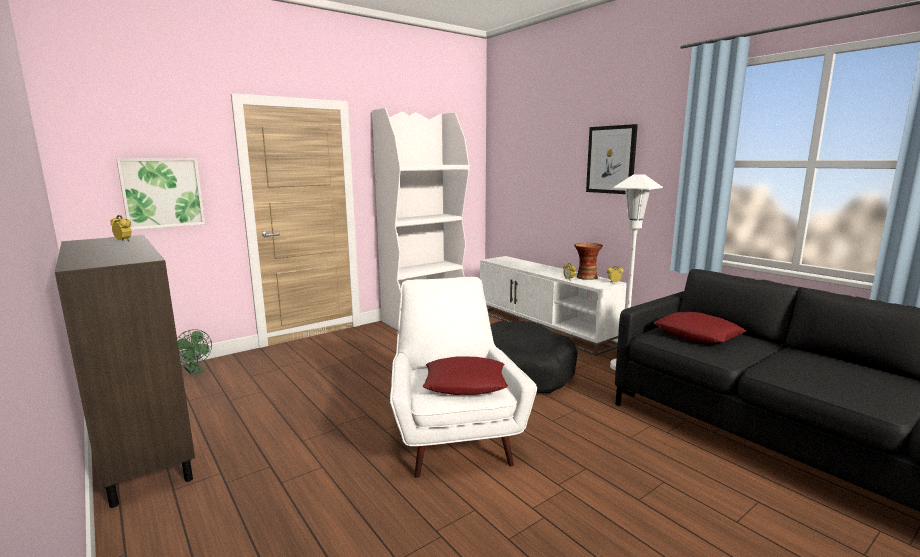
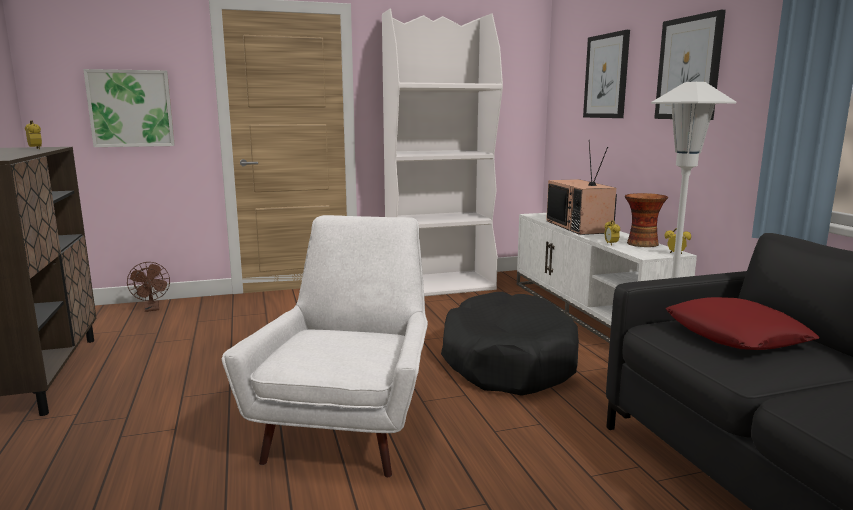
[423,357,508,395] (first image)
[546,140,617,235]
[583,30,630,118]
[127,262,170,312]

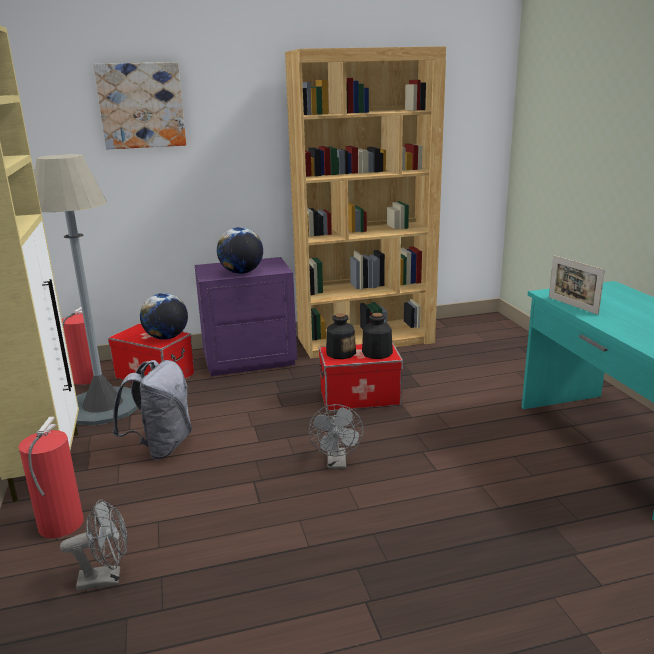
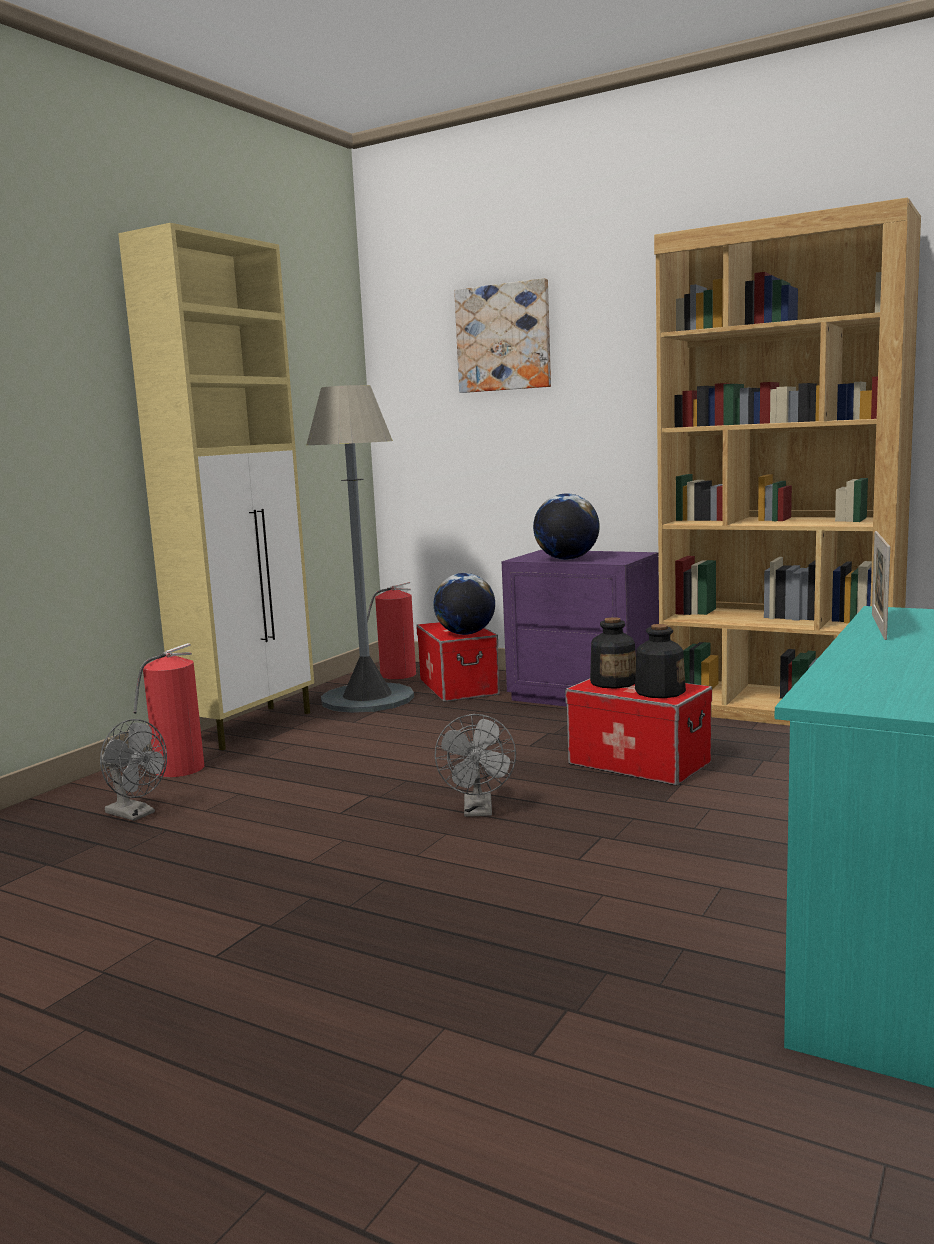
[113,360,192,460] (first image)
[435,714,516,817]

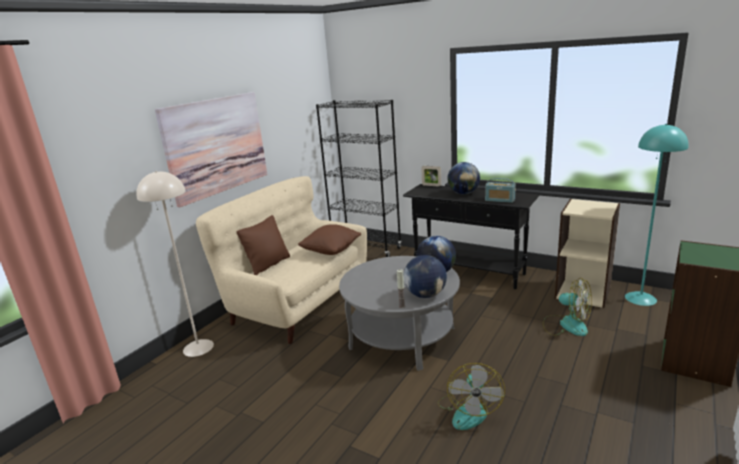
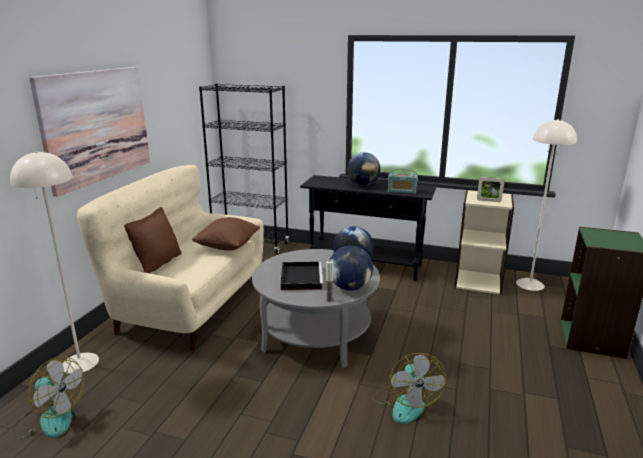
[281,262,323,290]
[477,177,504,202]
[11,356,85,440]
[516,119,577,291]

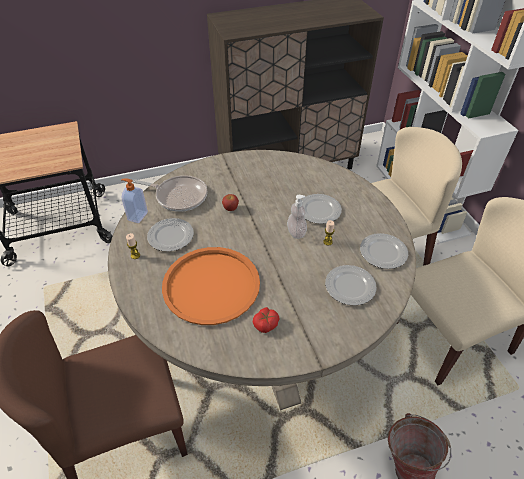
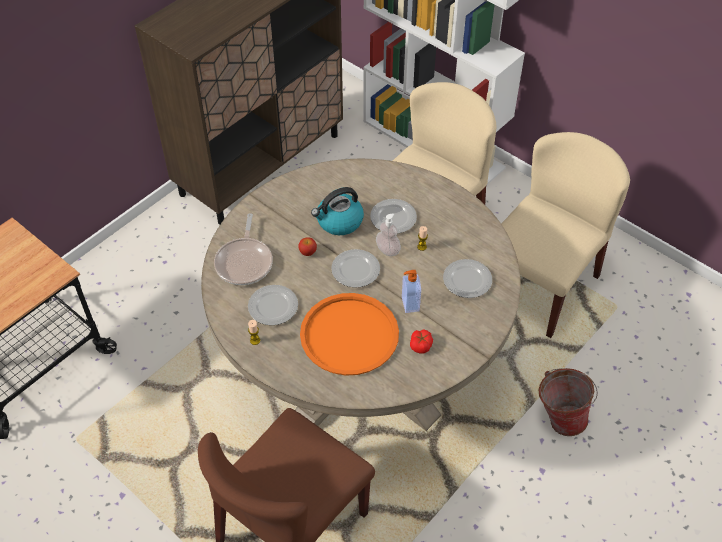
[311,187,364,235]
[402,270,421,313]
[331,249,380,288]
[214,213,273,285]

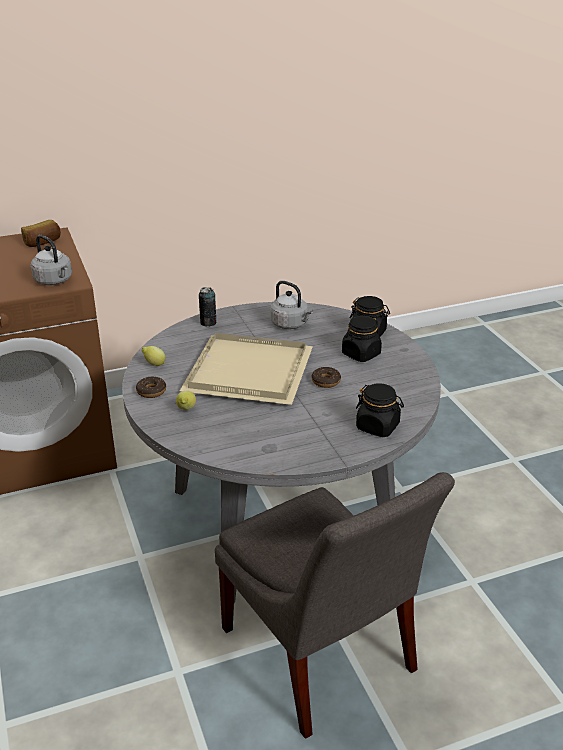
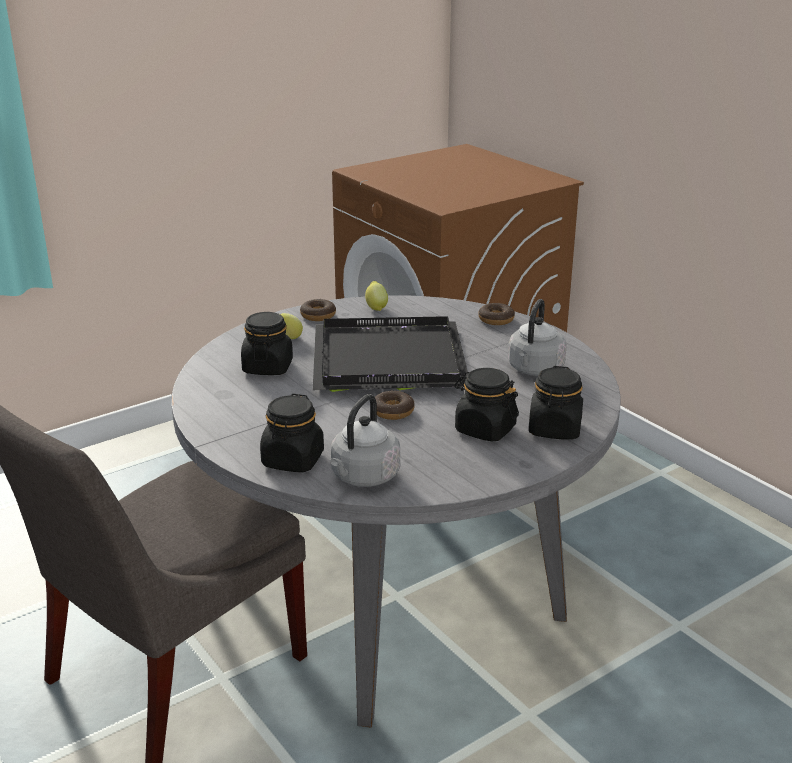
[21,220,61,247] (first image)
[241,312,293,375]
[330,394,400,487]
[478,303,515,325]
[313,316,468,392]

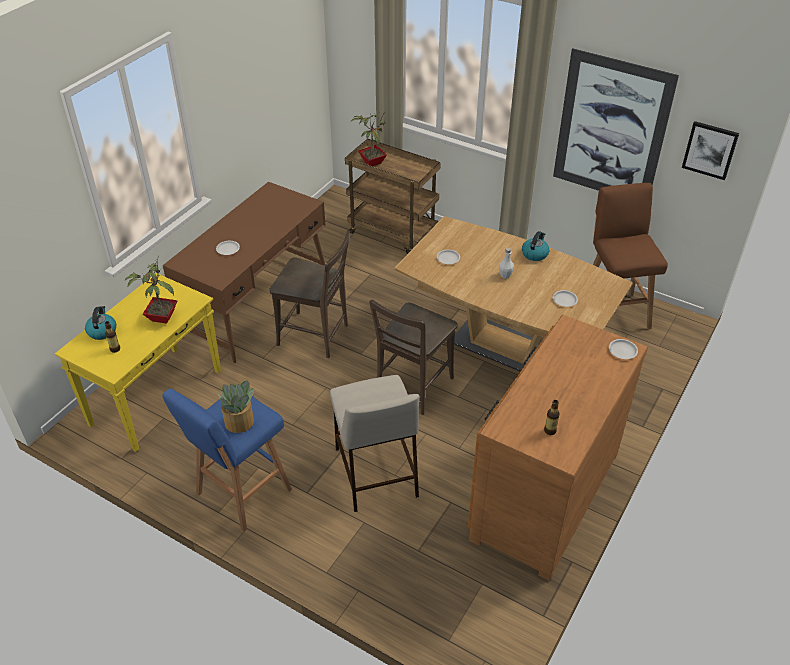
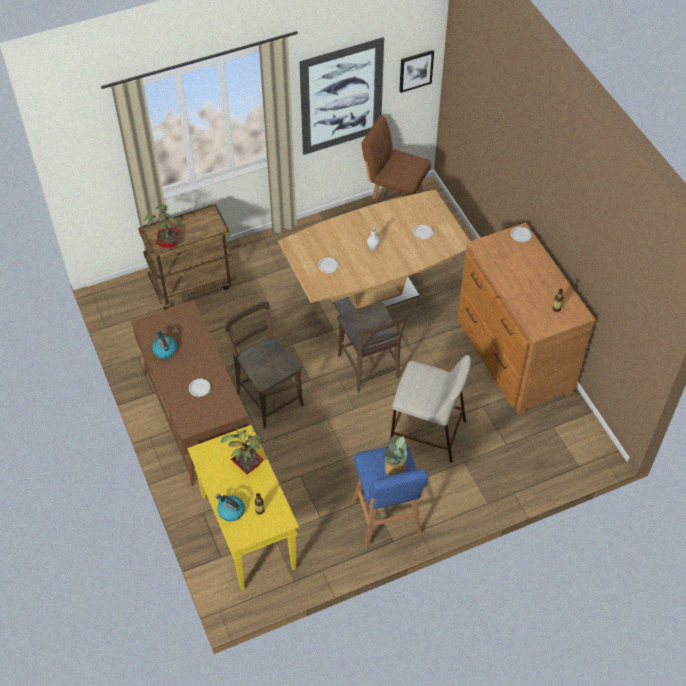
[152,331,177,359]
[224,301,304,429]

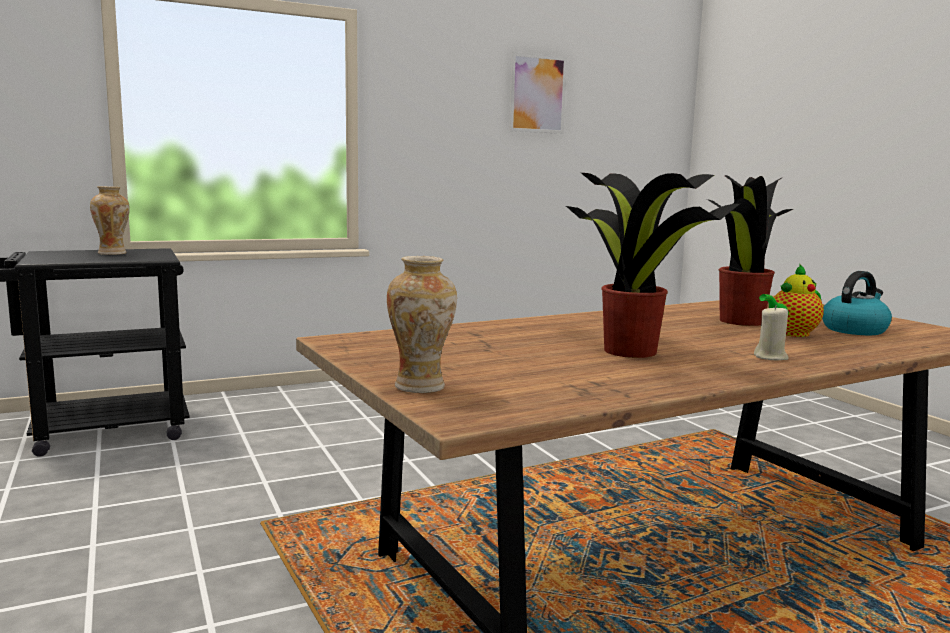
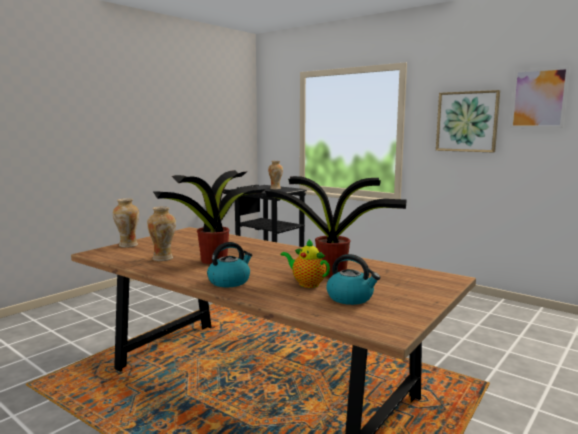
[147,207,176,261]
[436,90,500,153]
[207,242,252,287]

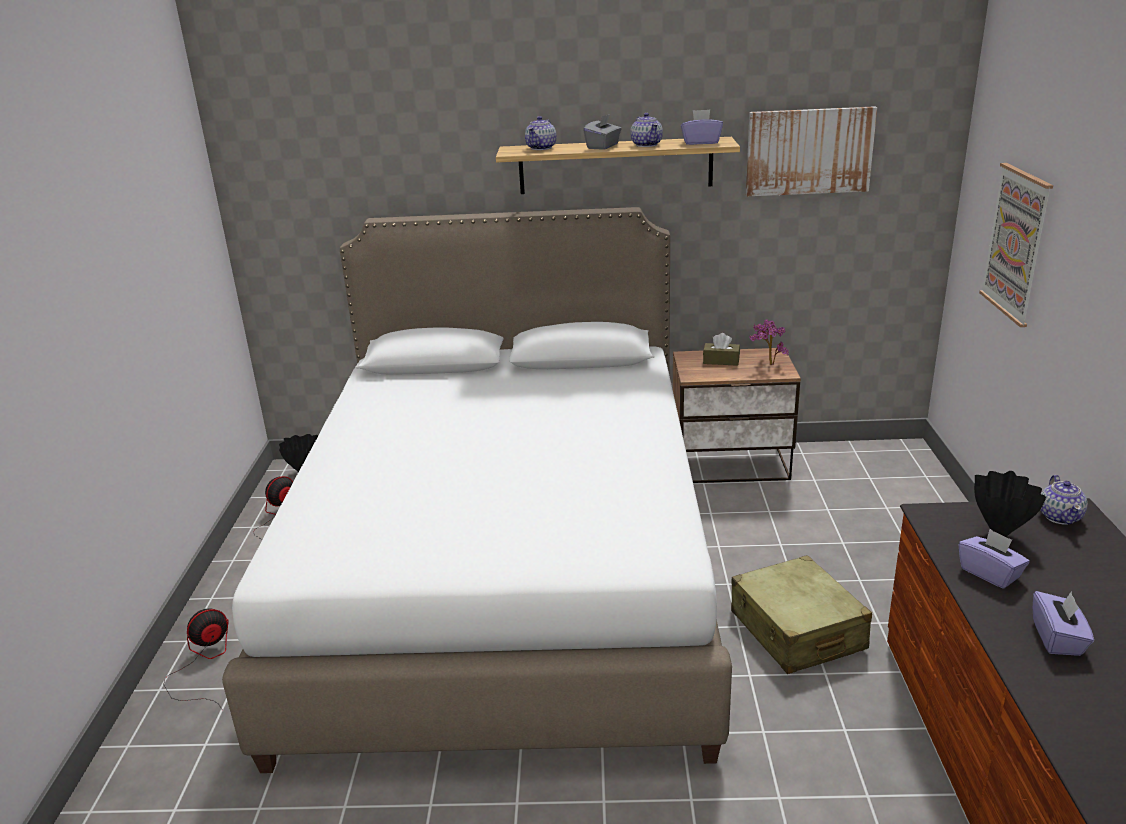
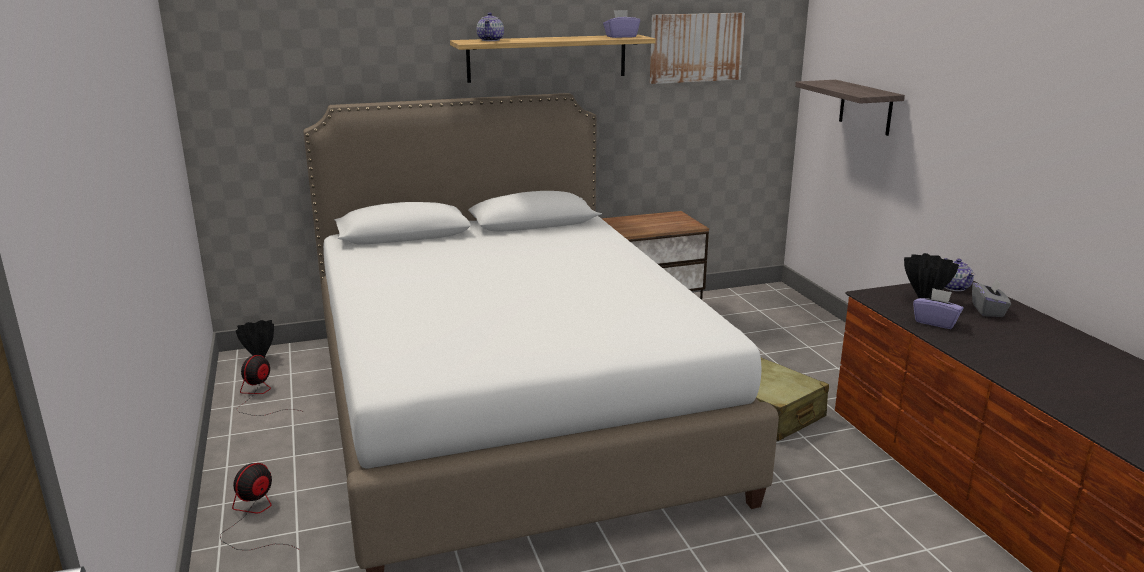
[630,113,663,147] (first image)
[703,333,740,366] (first image)
[749,319,789,365] (first image)
[1033,591,1094,656] (first image)
[972,278,1011,317]
[795,80,905,136]

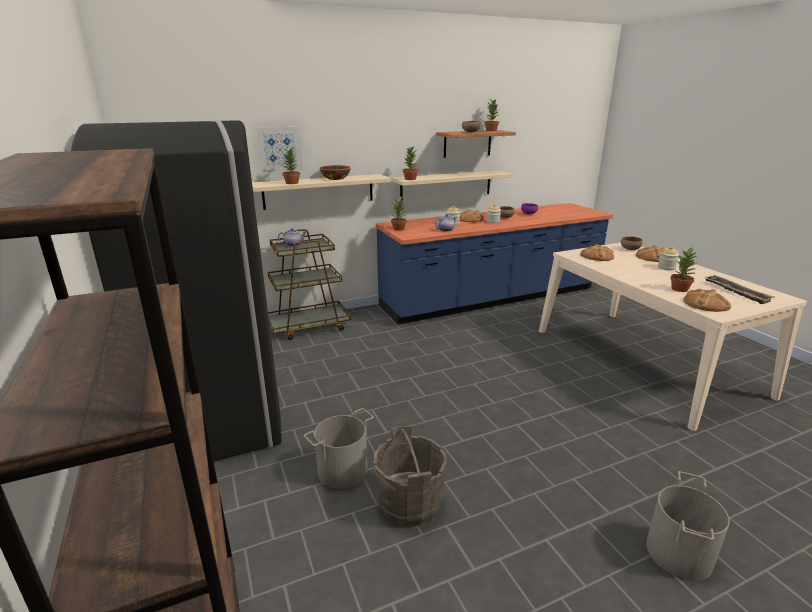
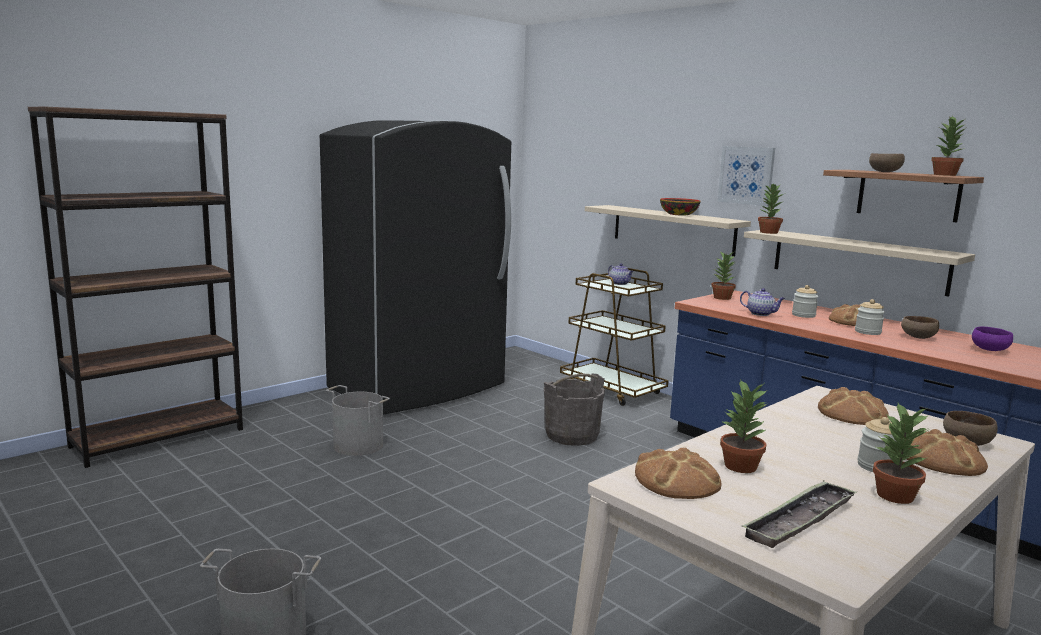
[718,146,775,206]
[873,403,929,504]
[544,374,605,446]

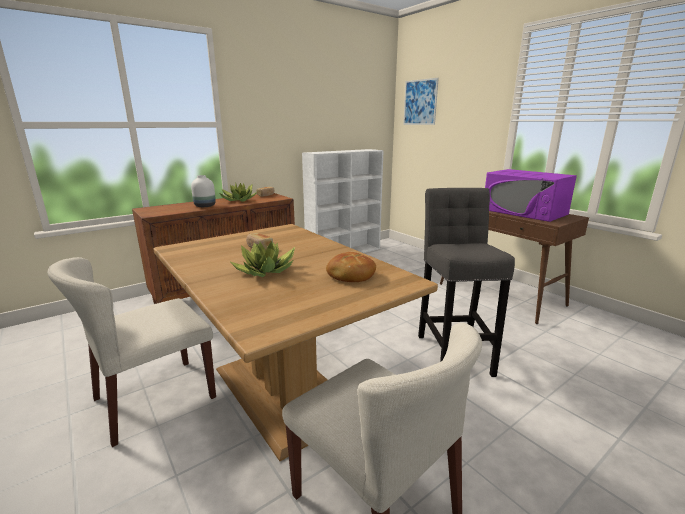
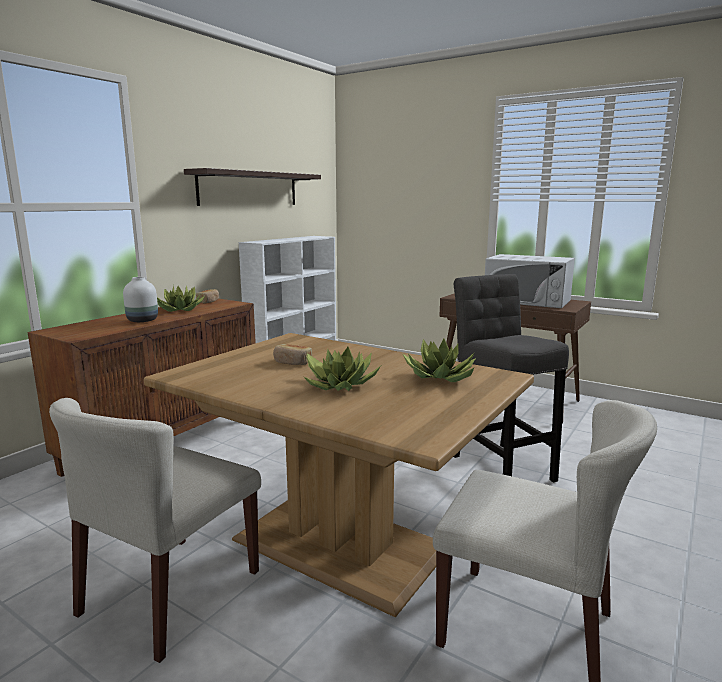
[403,78,439,125] (first image)
[184,168,321,206]
[403,339,476,382]
[485,254,575,308]

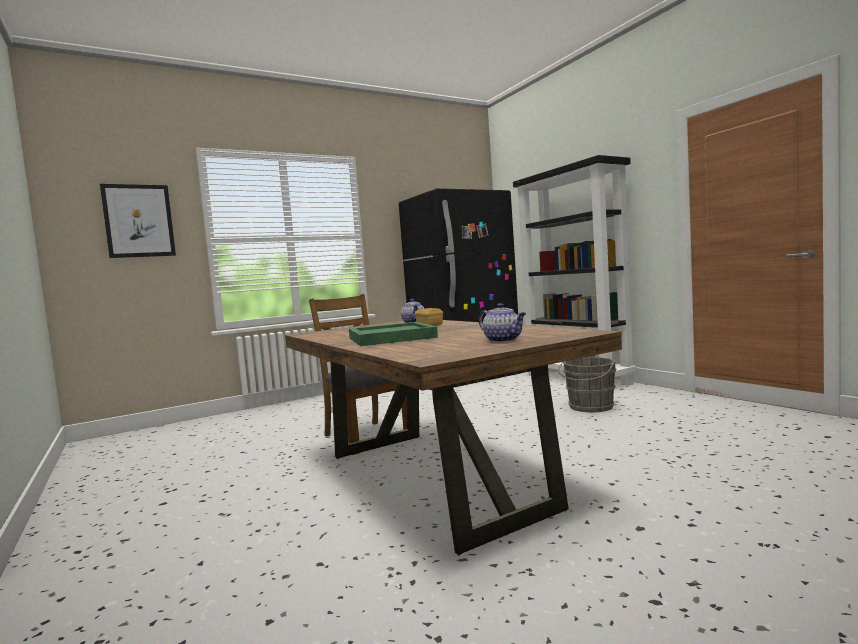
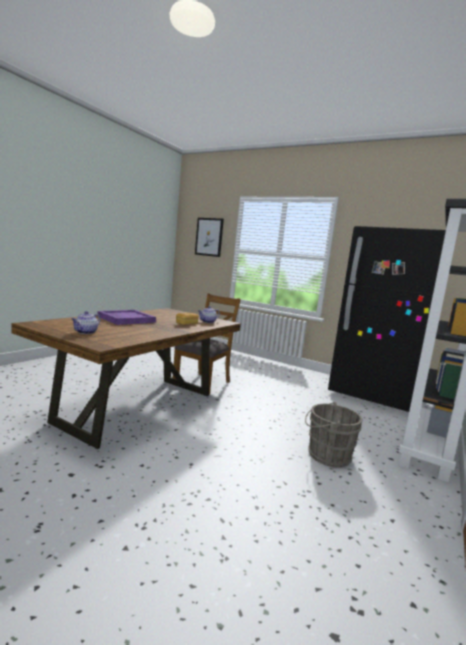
[97,310,156,325]

